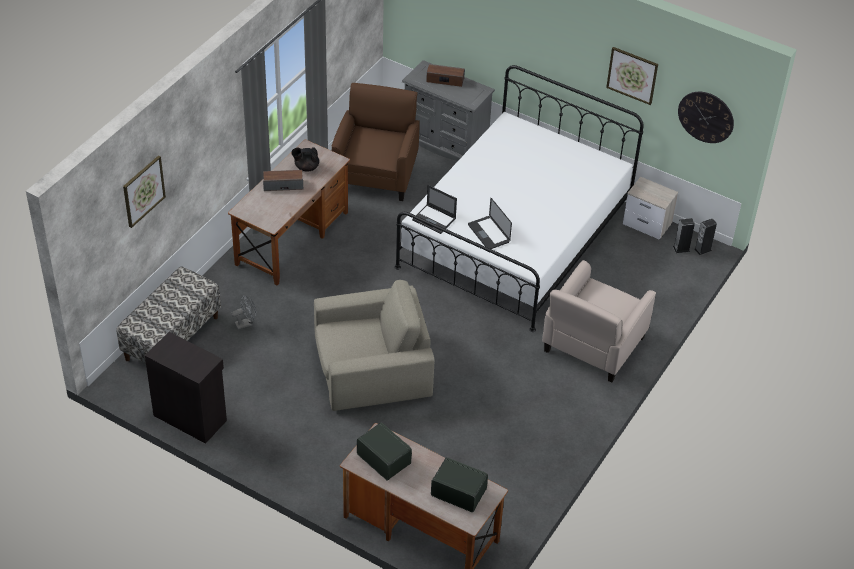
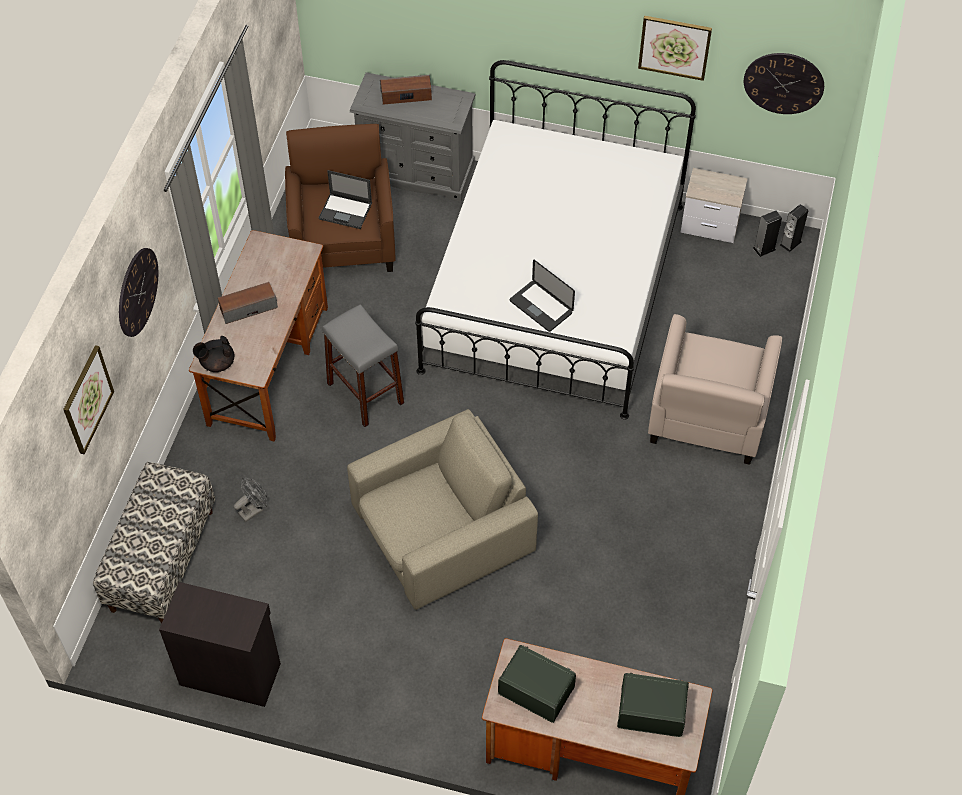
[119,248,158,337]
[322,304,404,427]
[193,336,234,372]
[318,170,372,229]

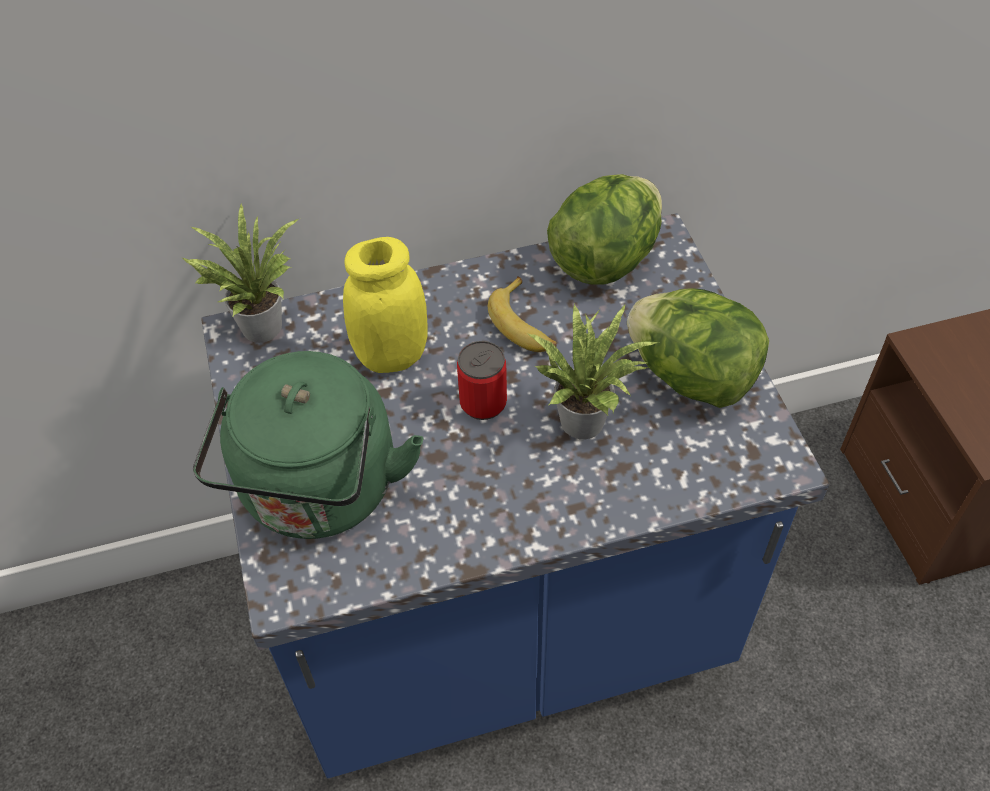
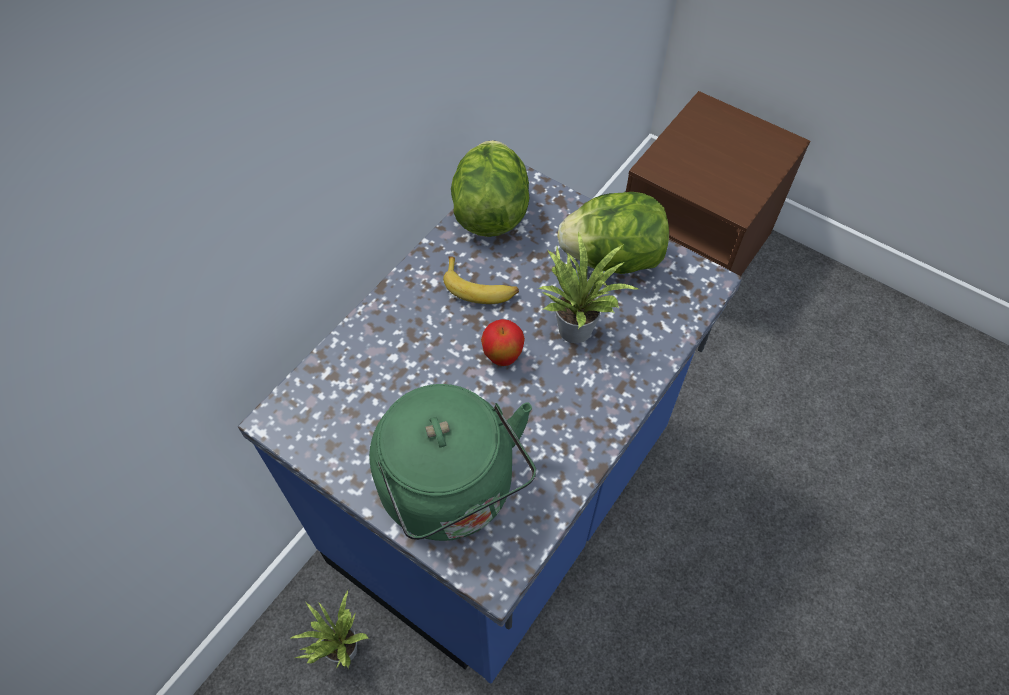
[343,237,428,373] (first image)
[291,590,369,670]
[481,319,525,366]

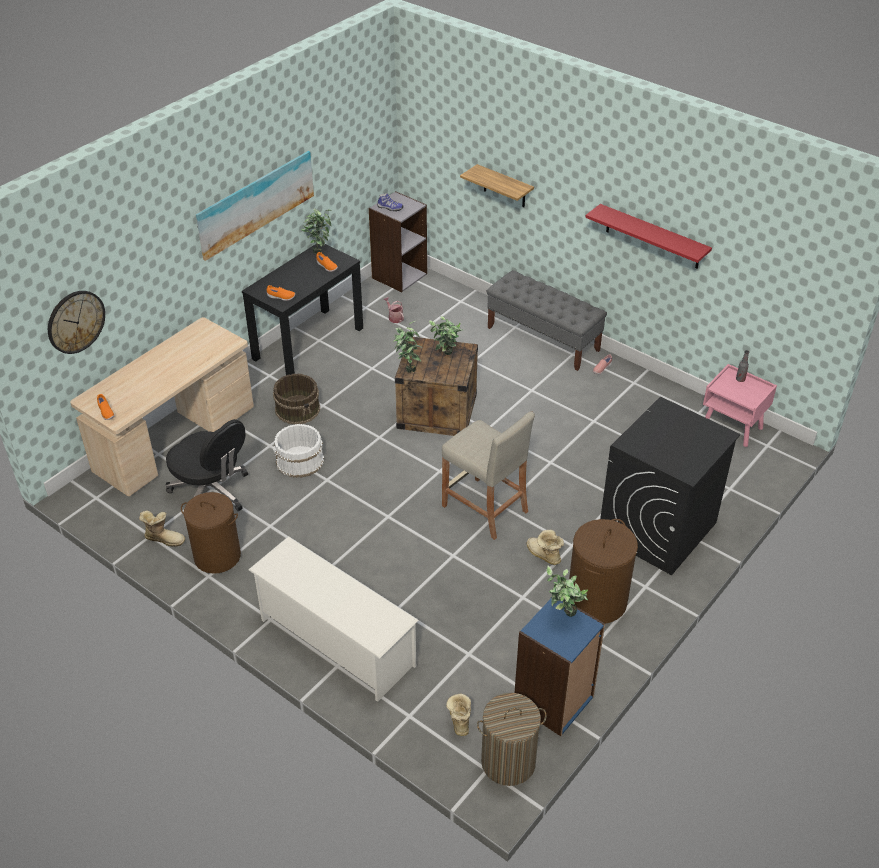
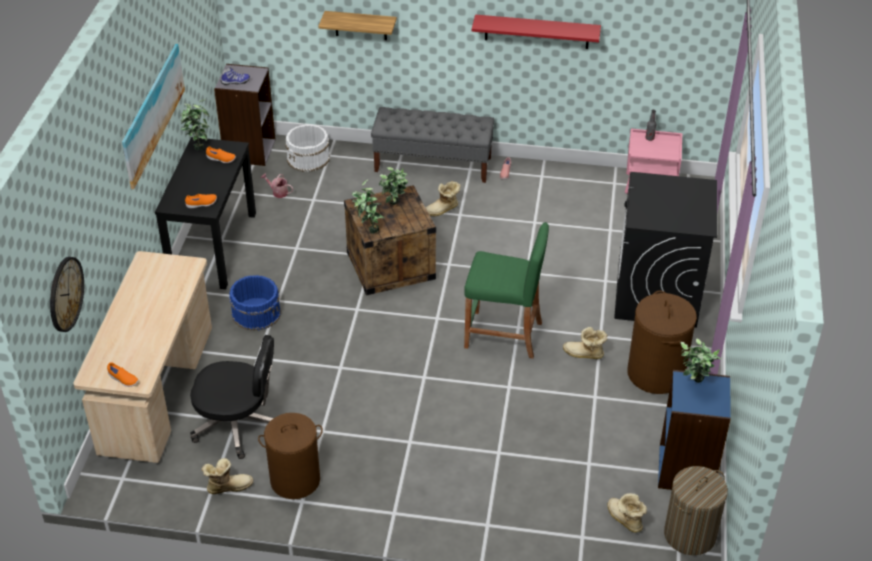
[248,536,419,702] (first image)
[426,181,461,217]
[285,124,330,172]
[229,275,281,331]
[464,222,549,359]

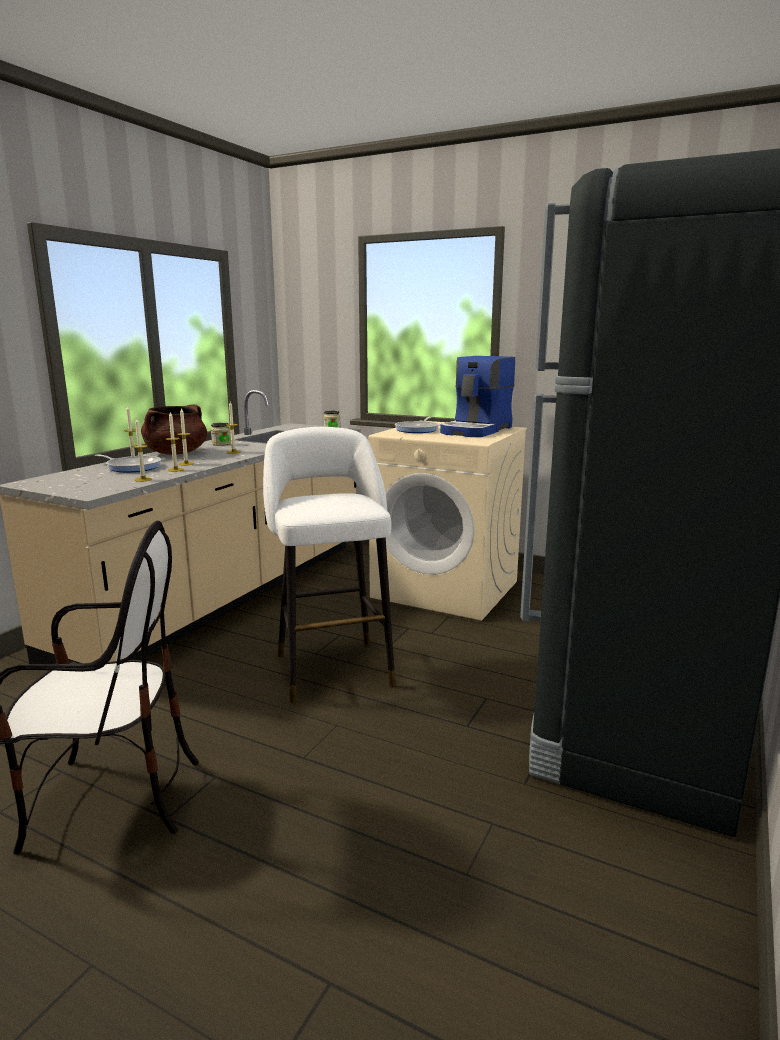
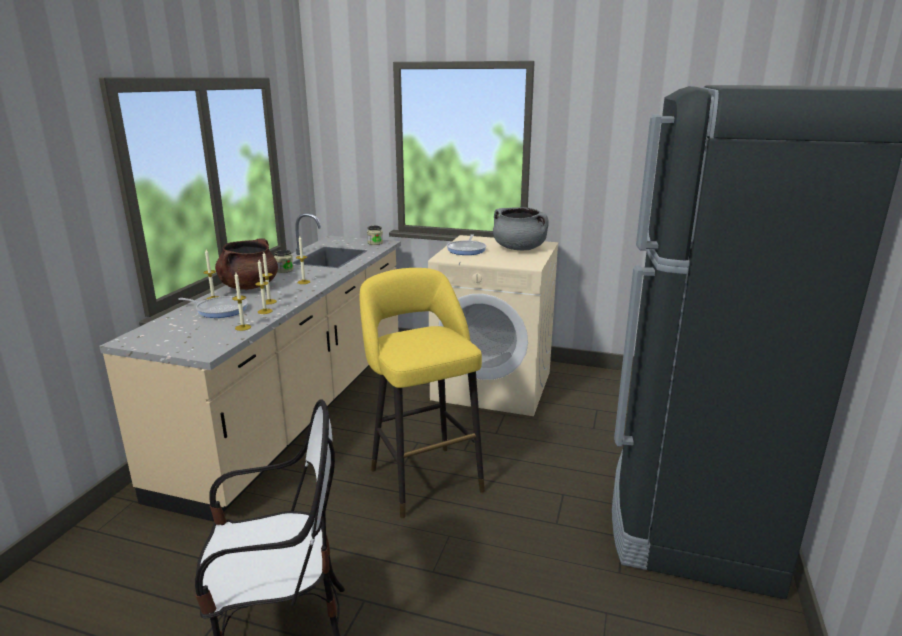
[493,207,549,250]
[360,268,485,518]

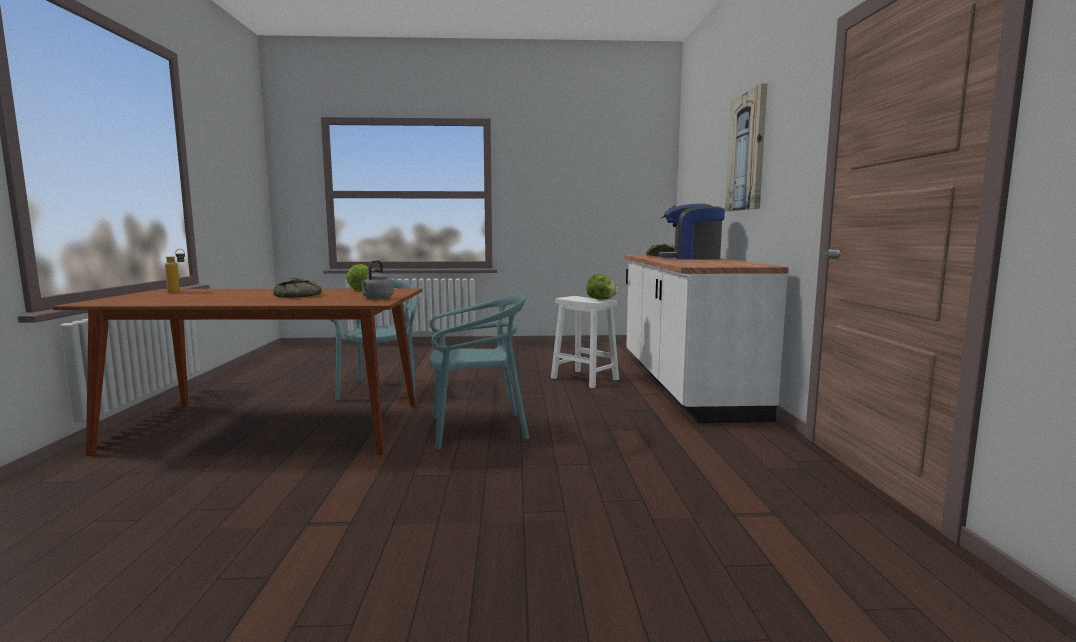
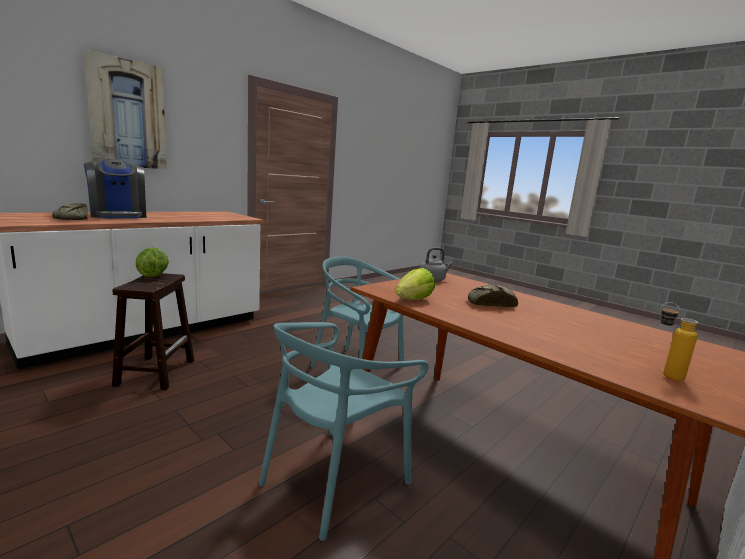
[112,273,194,390]

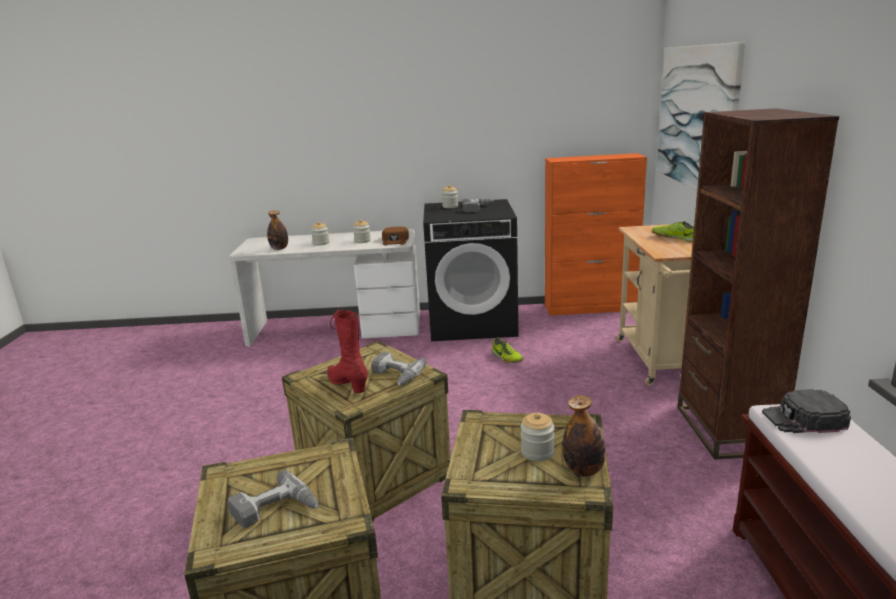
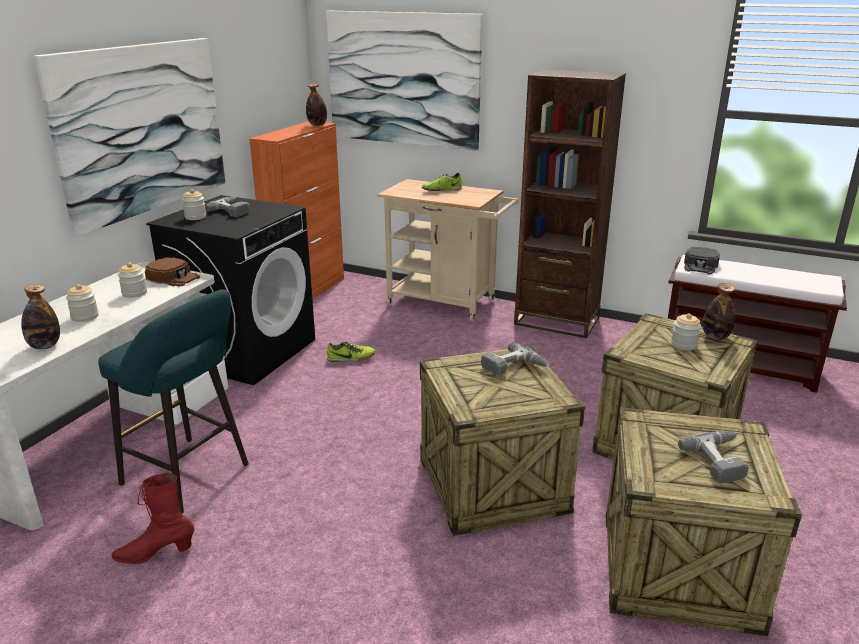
[34,38,225,236]
[98,289,249,514]
[306,83,327,126]
[112,473,195,564]

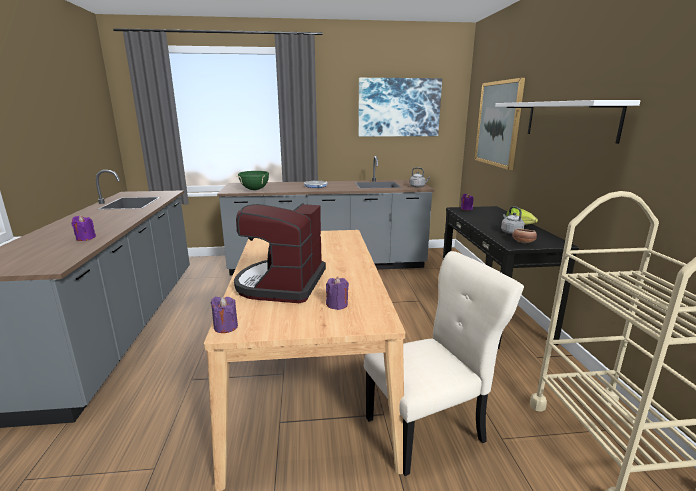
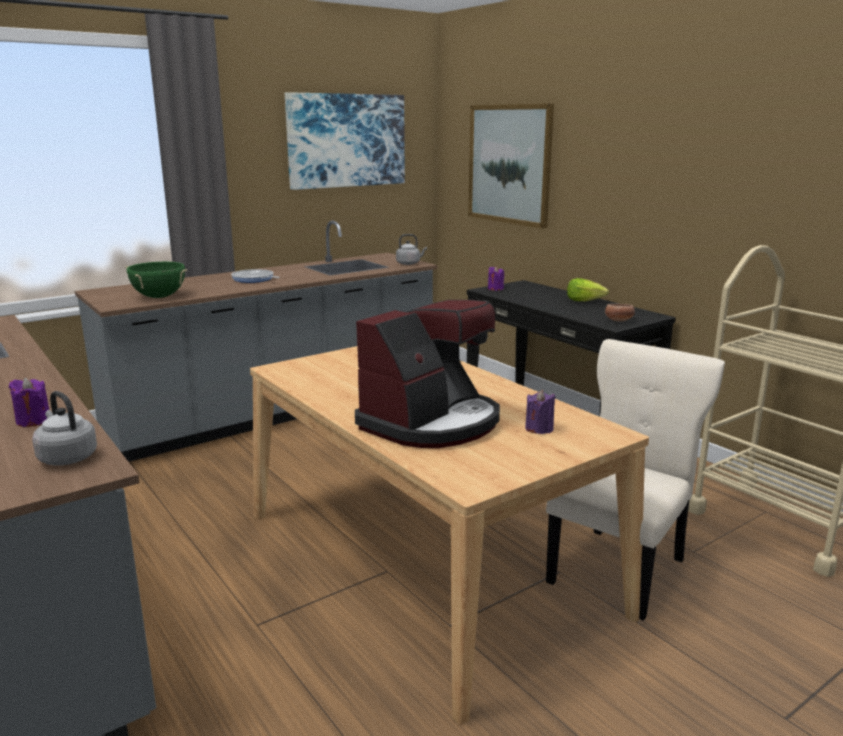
[211,297,238,333] (first image)
[495,100,641,144] (first image)
[32,391,97,466]
[355,300,500,448]

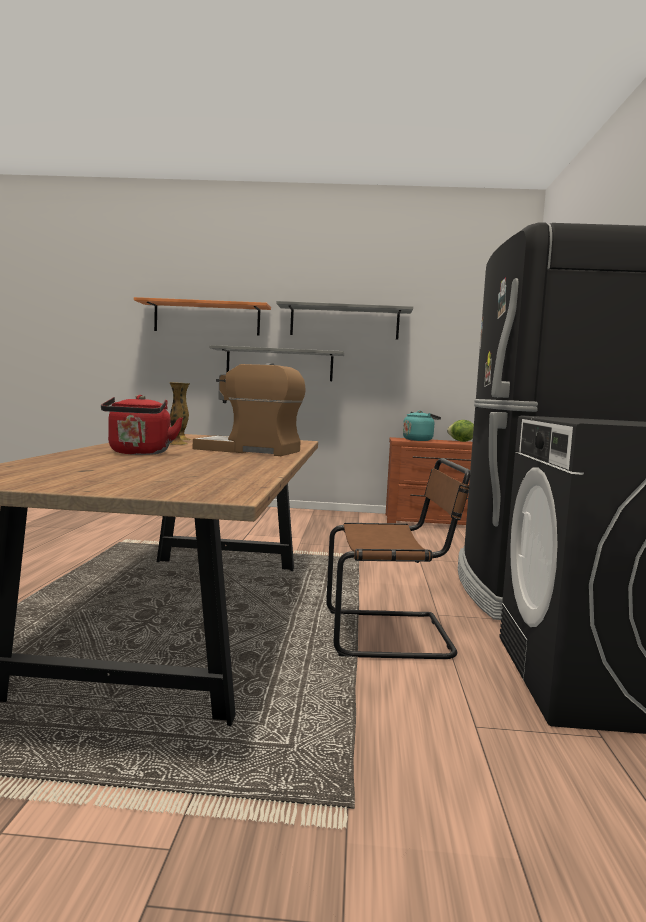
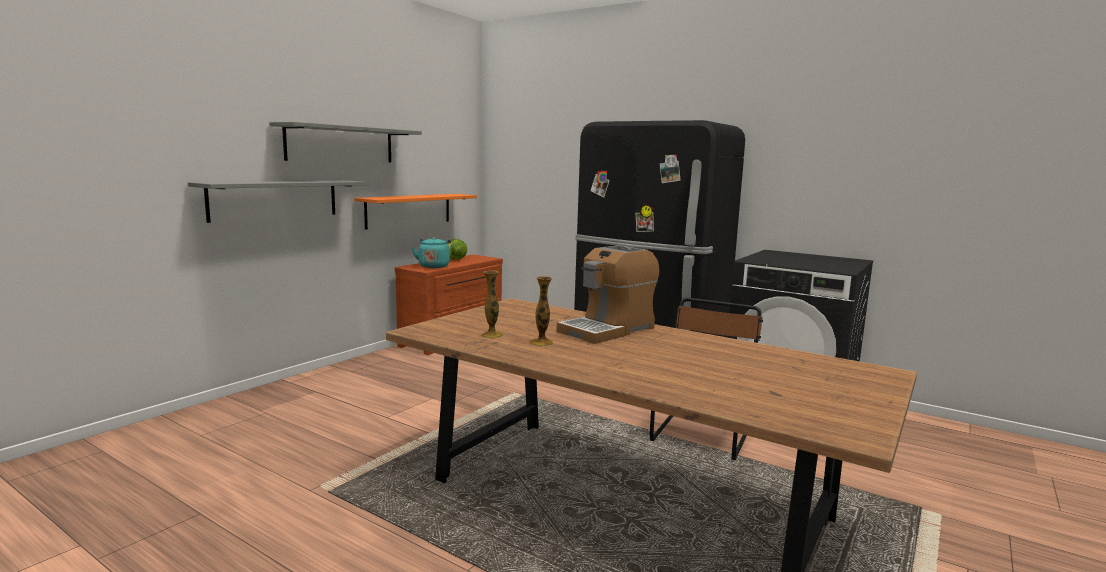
[101,395,183,455] (first image)
[354,194,477,230]

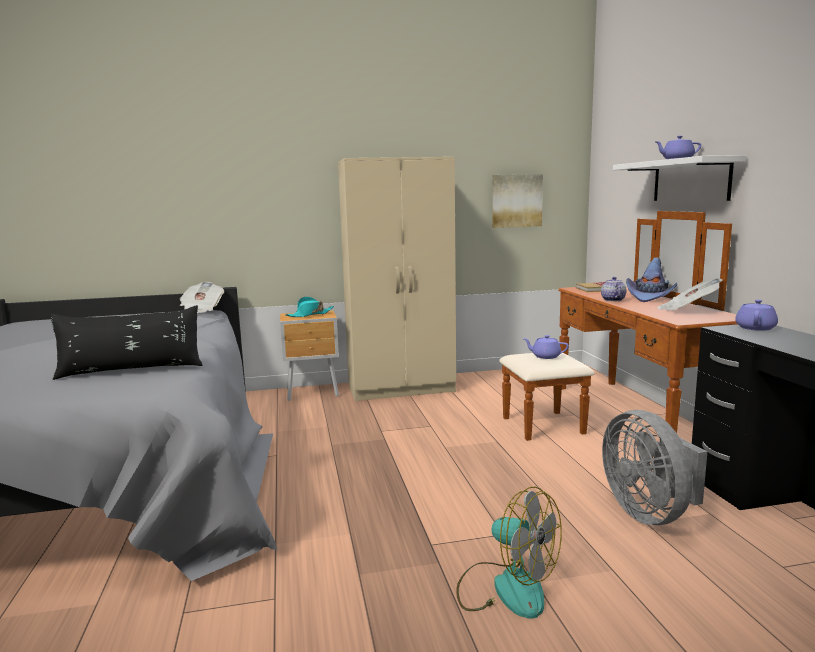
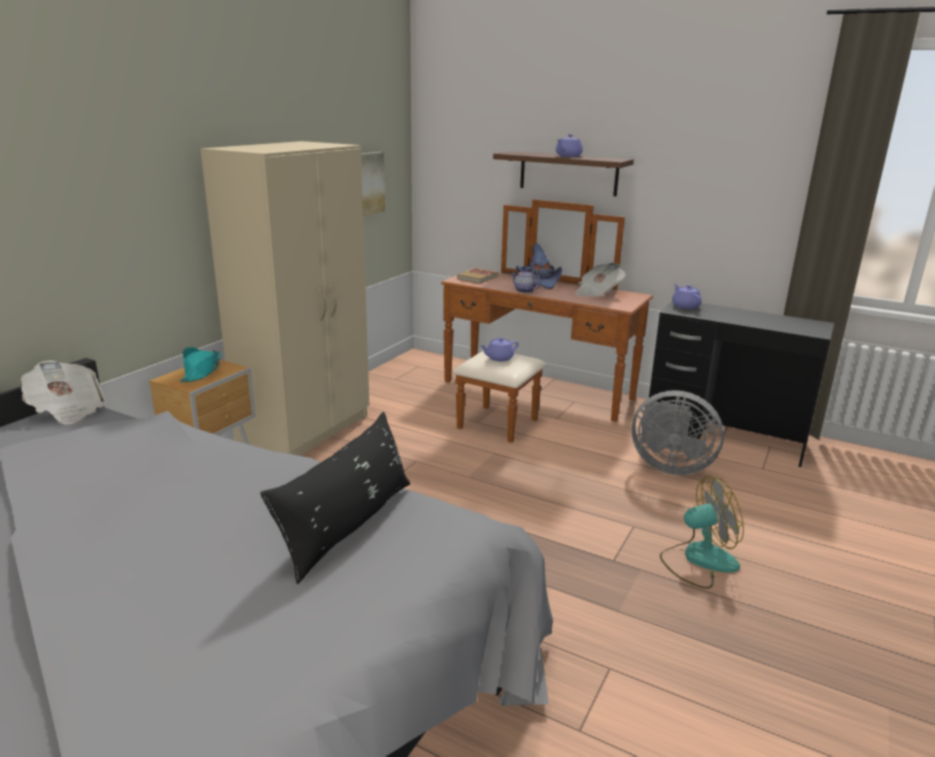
[493,151,634,196]

